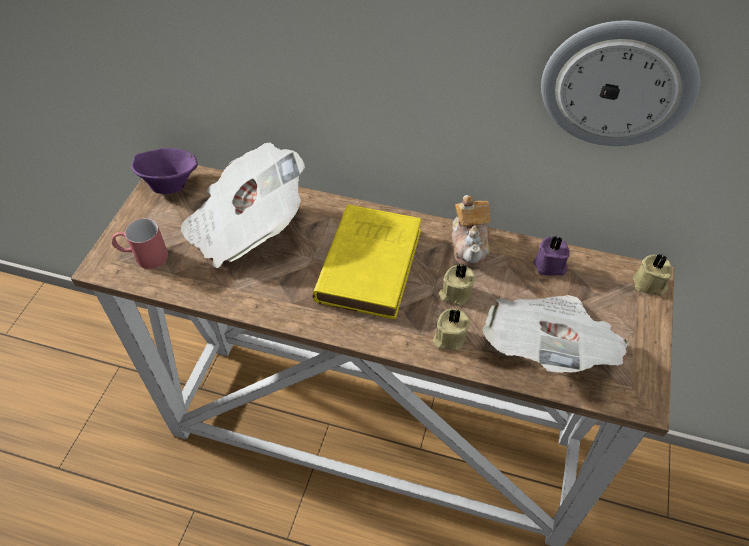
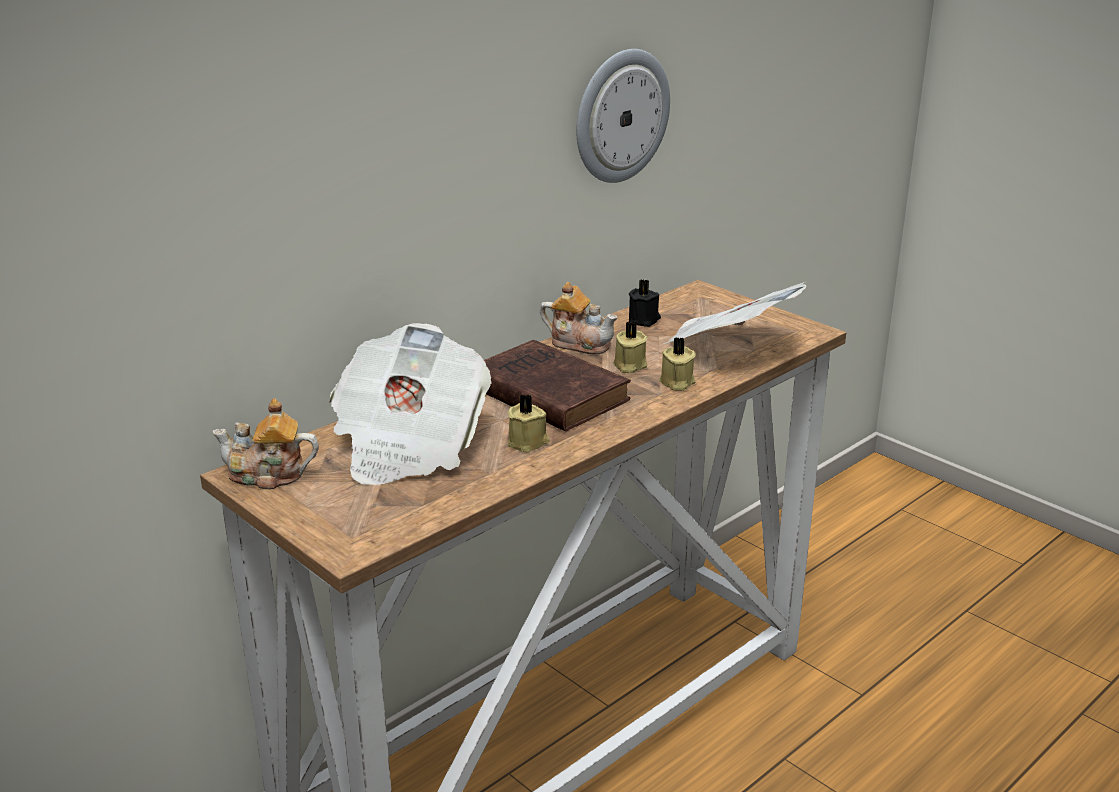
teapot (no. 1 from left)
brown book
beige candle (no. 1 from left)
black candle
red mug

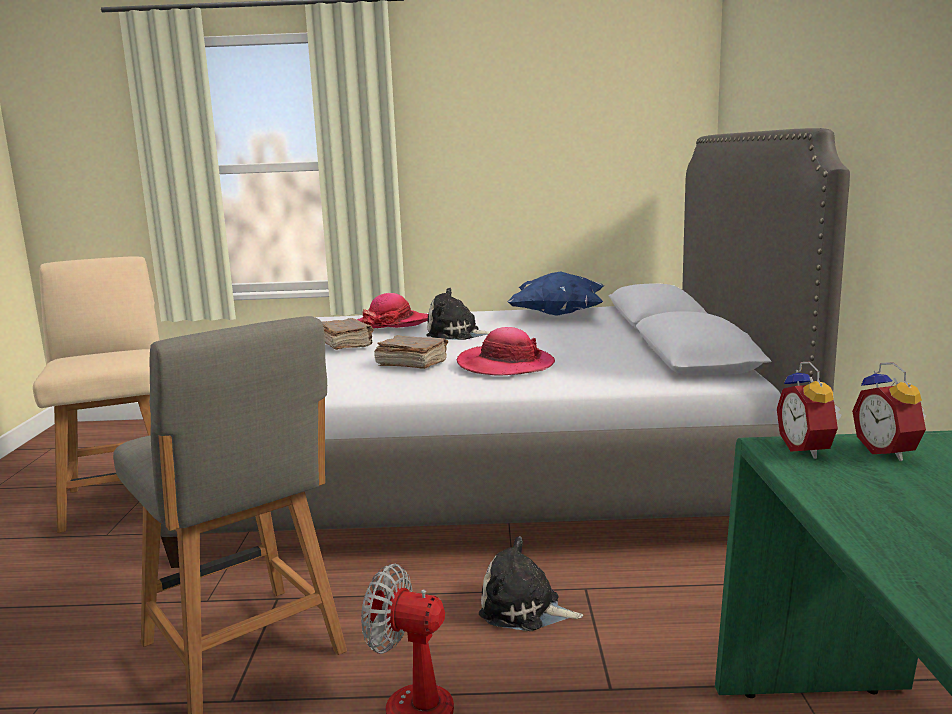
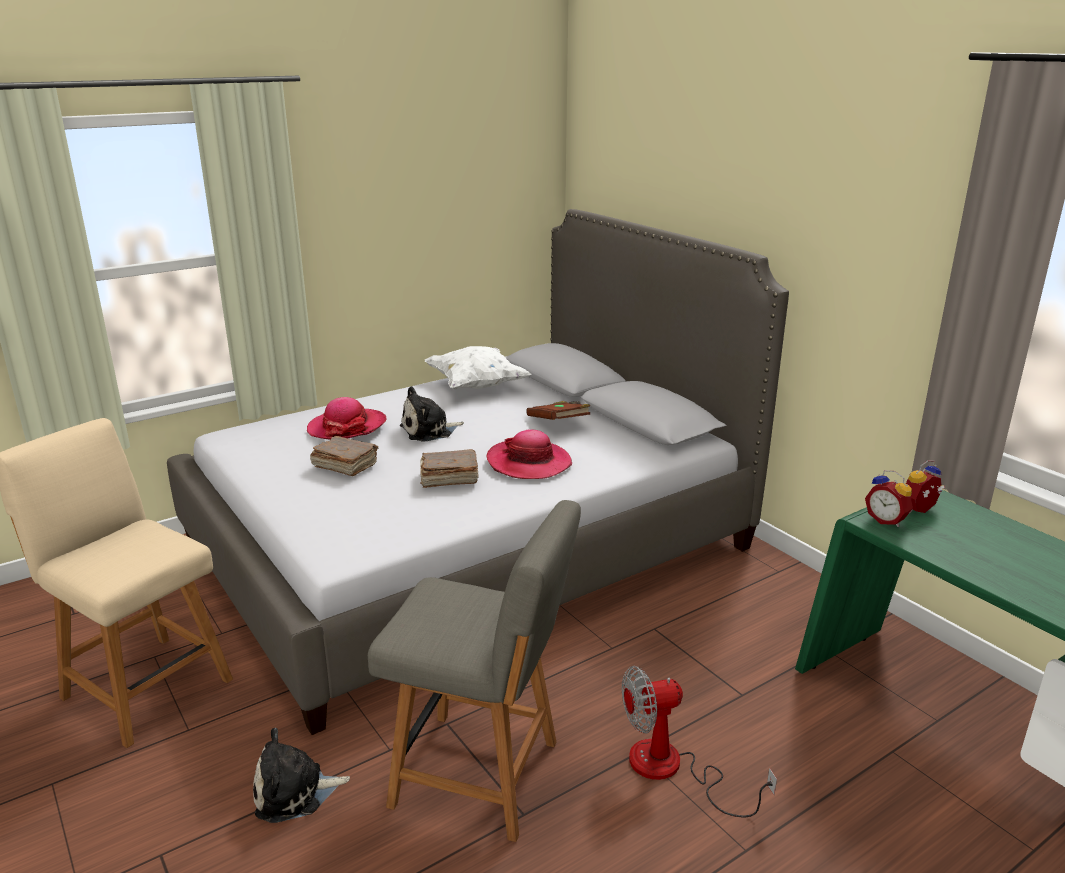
plush toy (no. 1 from left)
white pillow
brown book (no. 3 from left)
alarm clock (no. 2 from left)

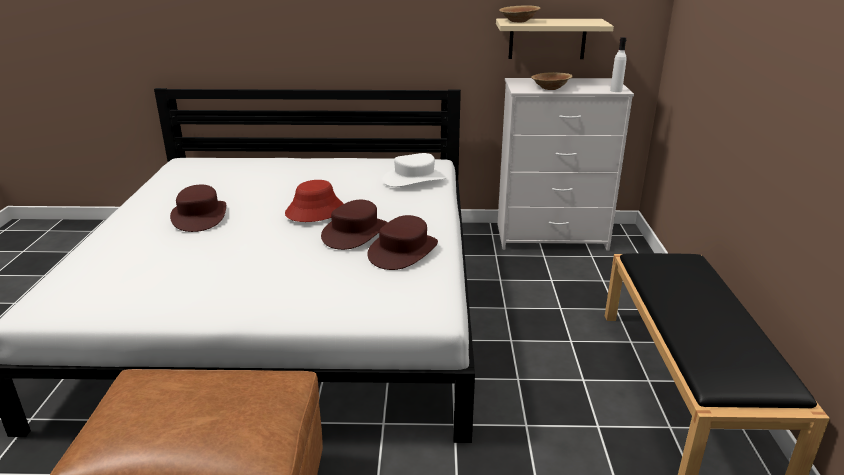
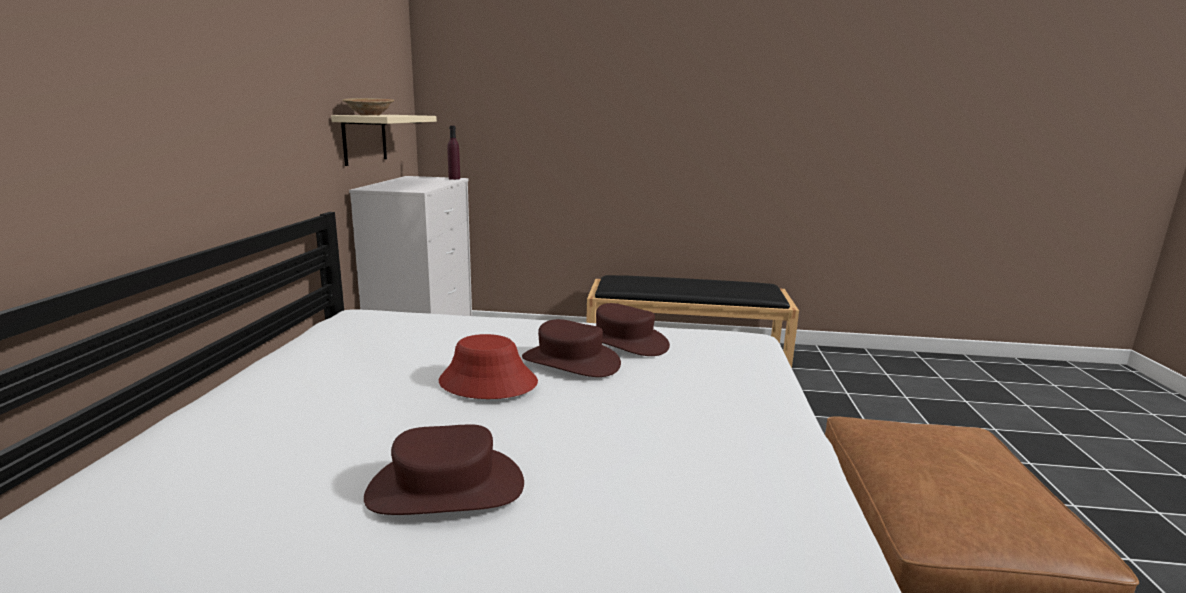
purple bottle
white hat
brown bowl (no. 2 from left in the first image)

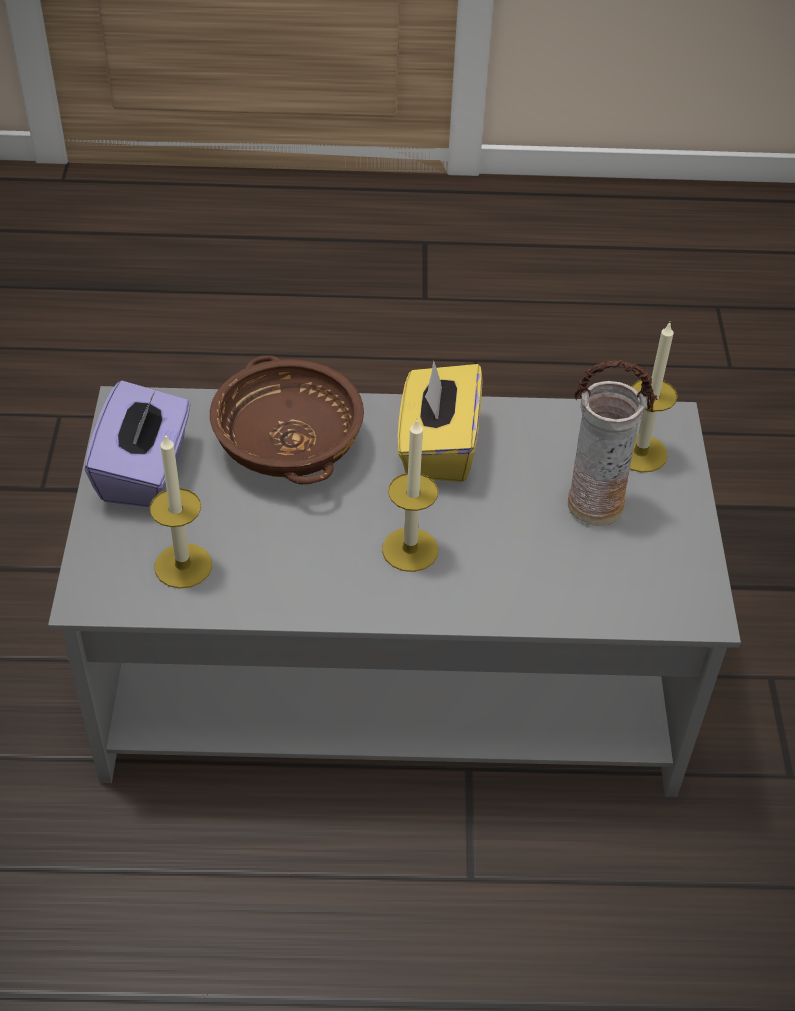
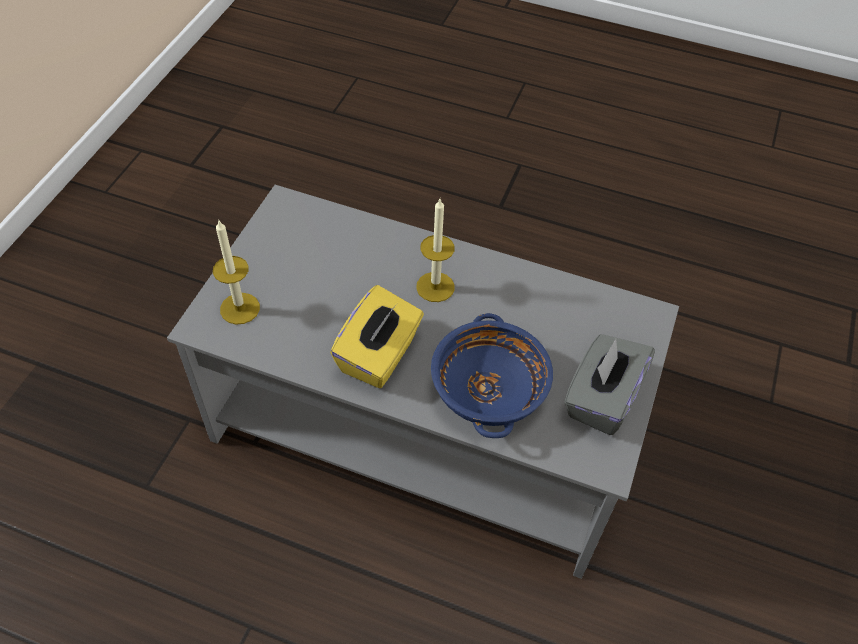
blue bowl
grey tissue box
candle (no. 1 from left in the first image)
vase

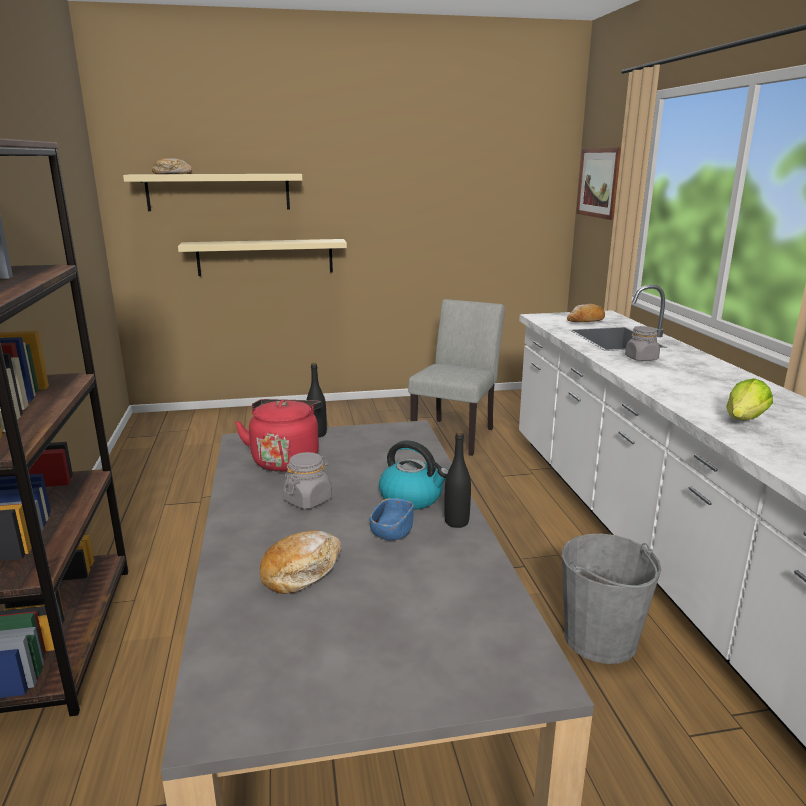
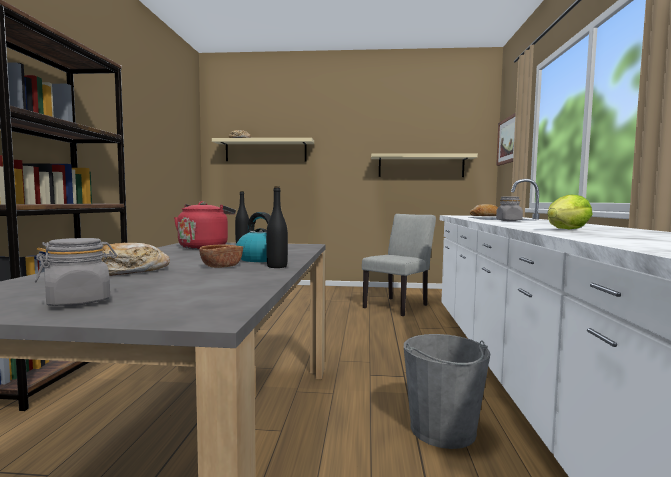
grey jar (no. 1 from left)
brown bowl
beige shelf (no. 2 from left)

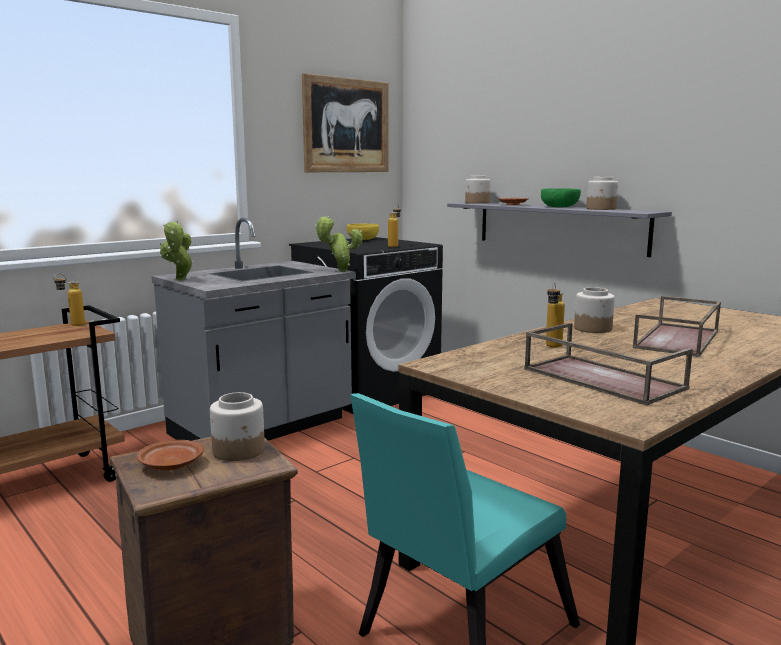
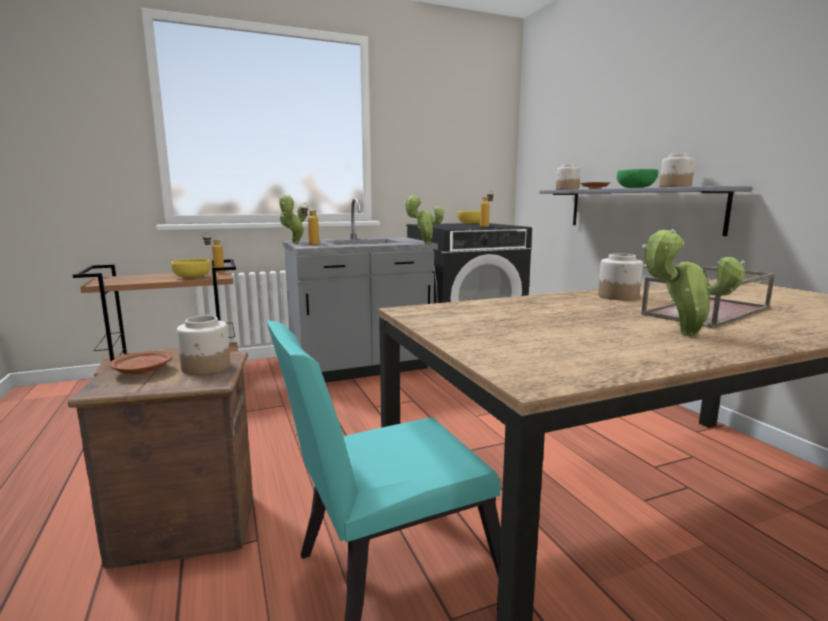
yellow bowl (no. 1 from left)
bottle (no. 2 from left)
potted plant (no. 3 from left)
picture
brown tray (no. 1 from left in the first image)

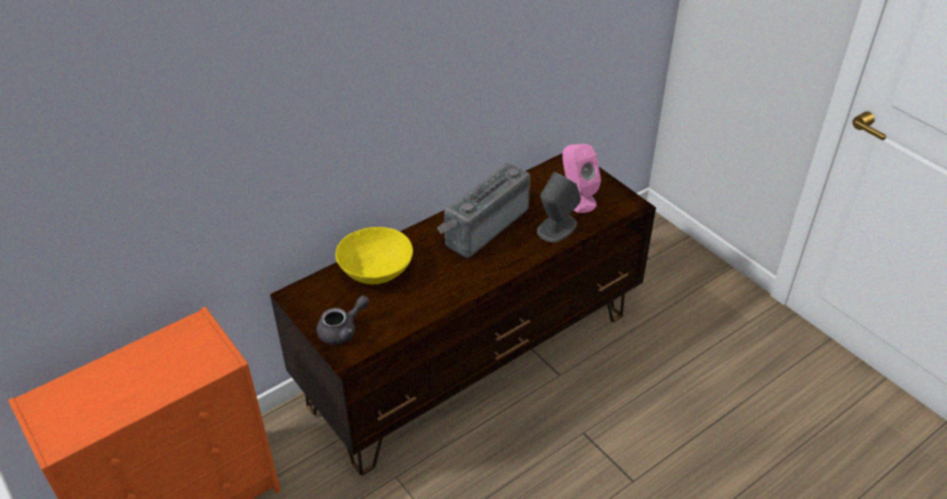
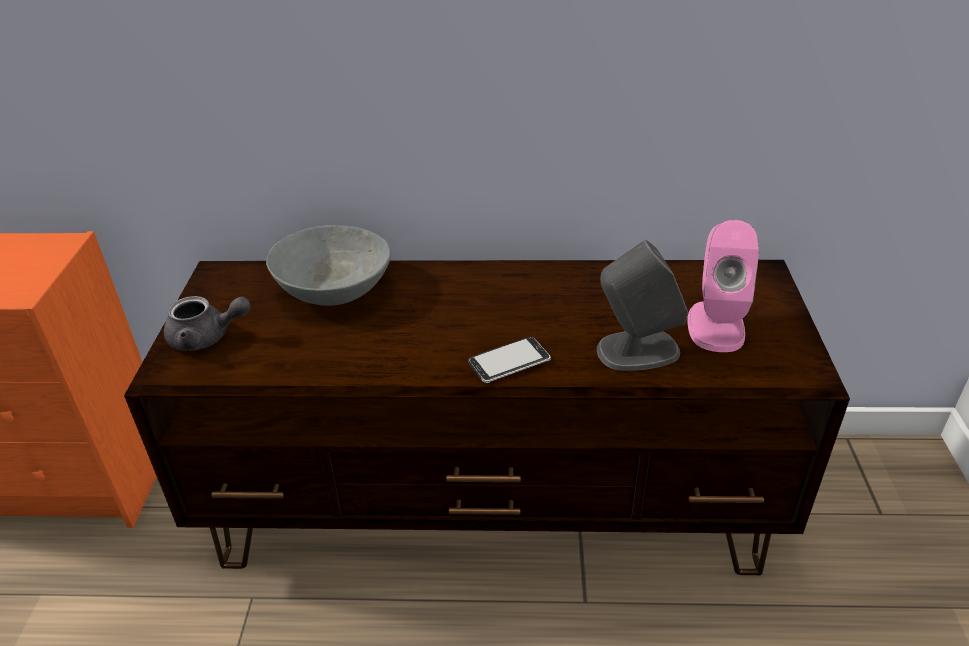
grey bowl
phone
radio

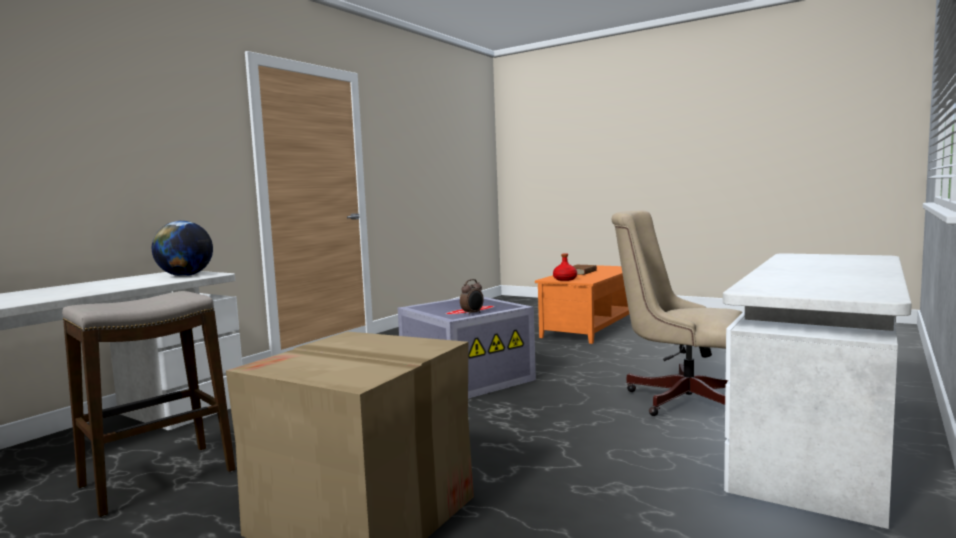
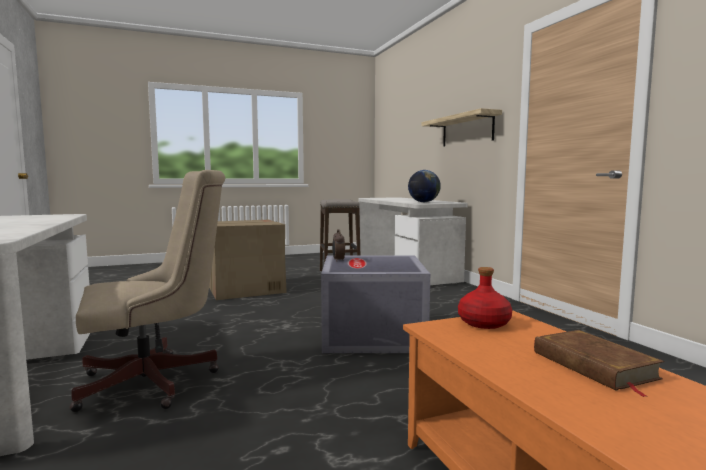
shelf

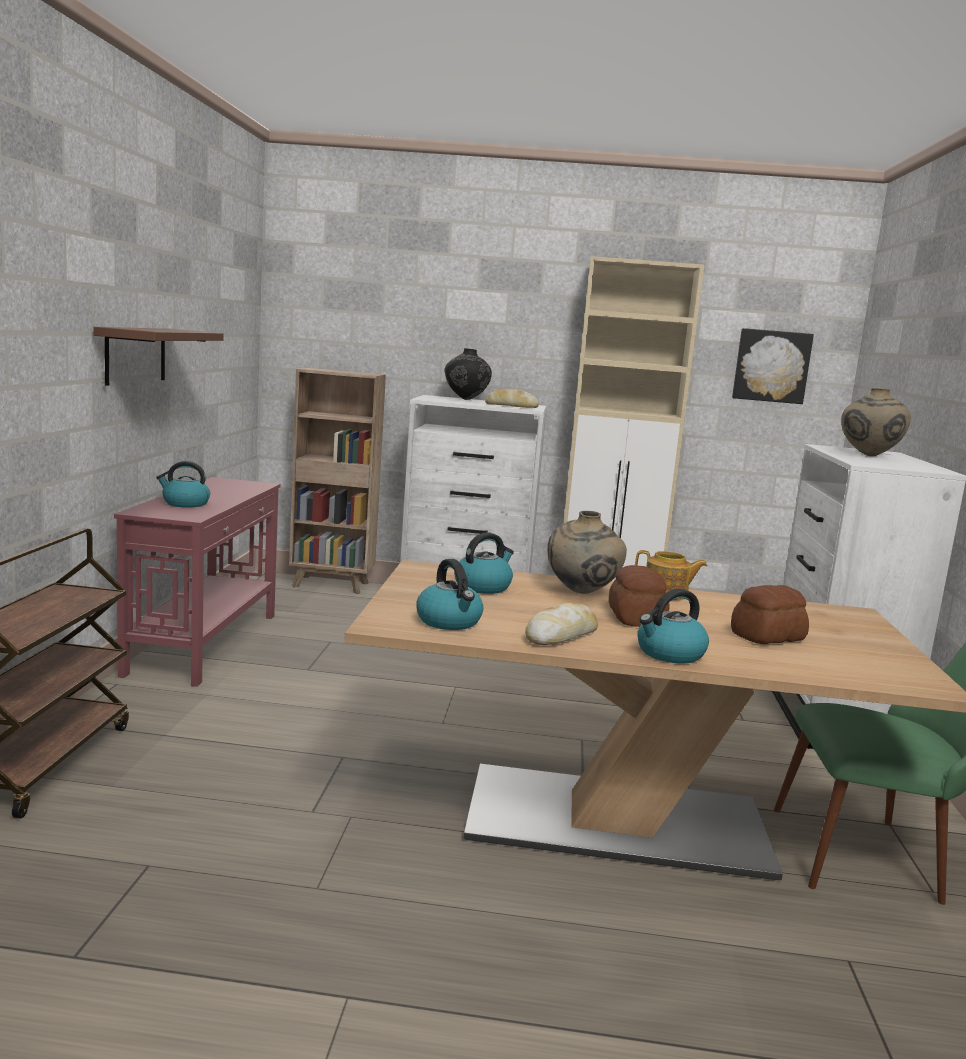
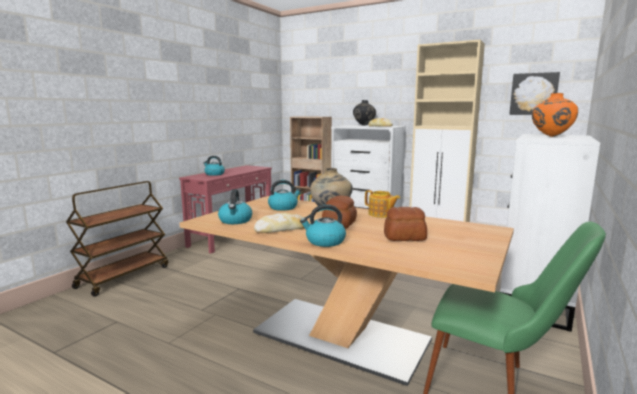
orange vase
brown shelf

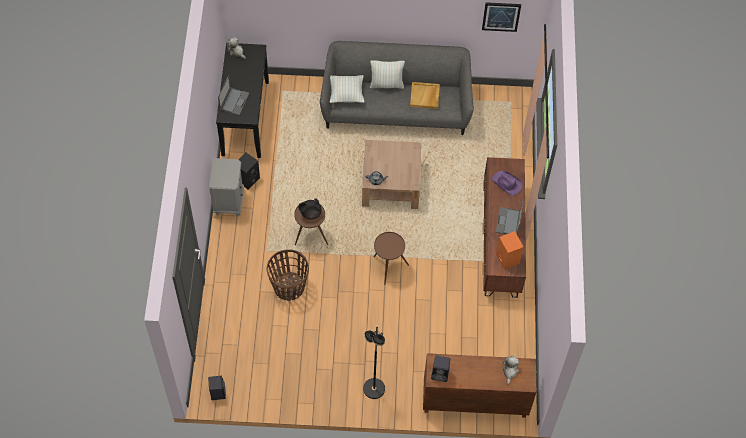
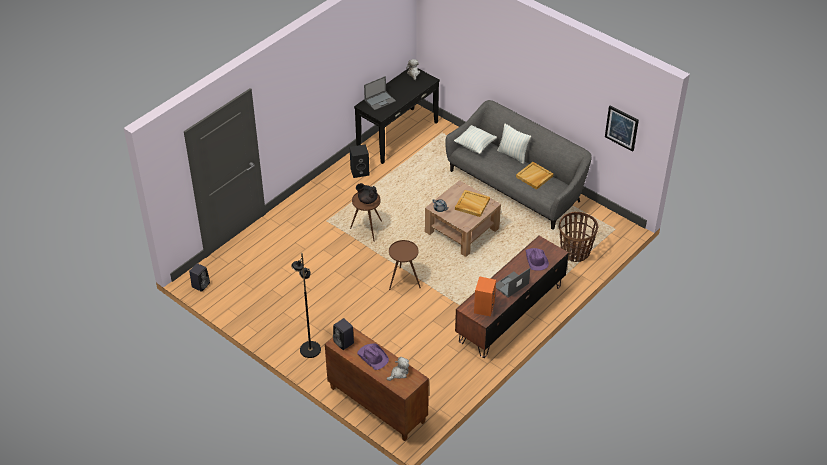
purple hat (no. 1 from left)
beige tray (no. 1 from left)
basket
grey nightstand

